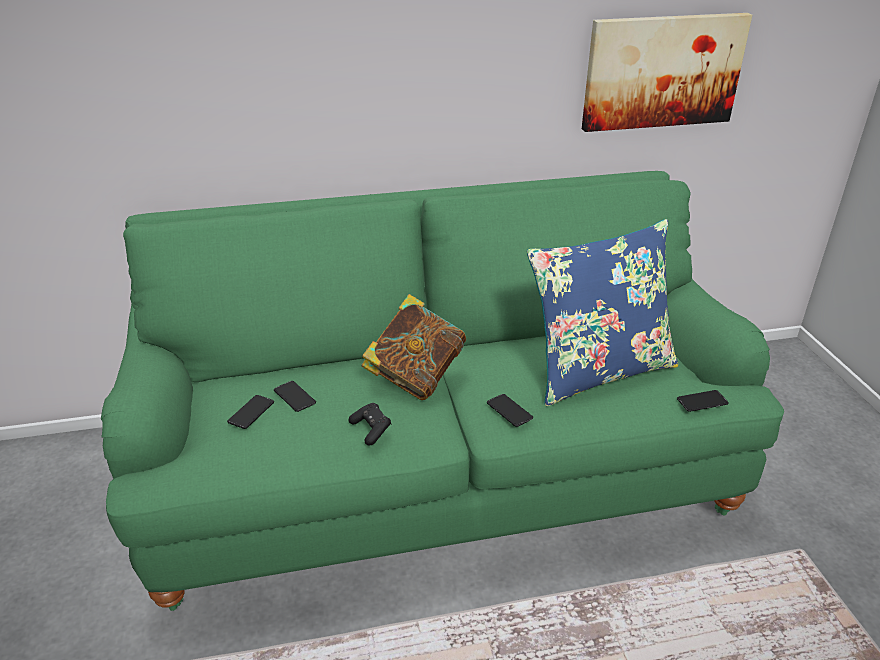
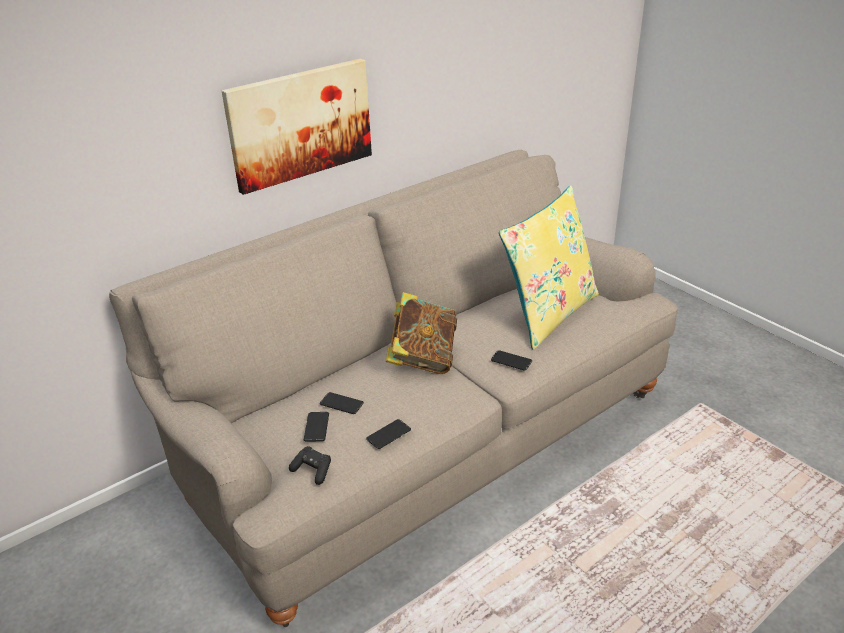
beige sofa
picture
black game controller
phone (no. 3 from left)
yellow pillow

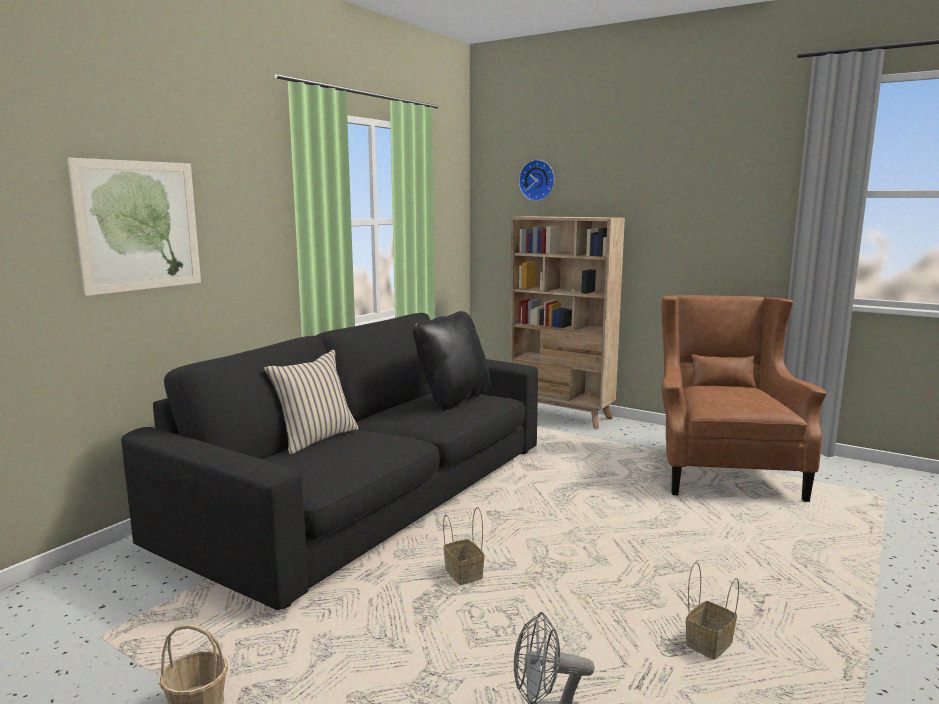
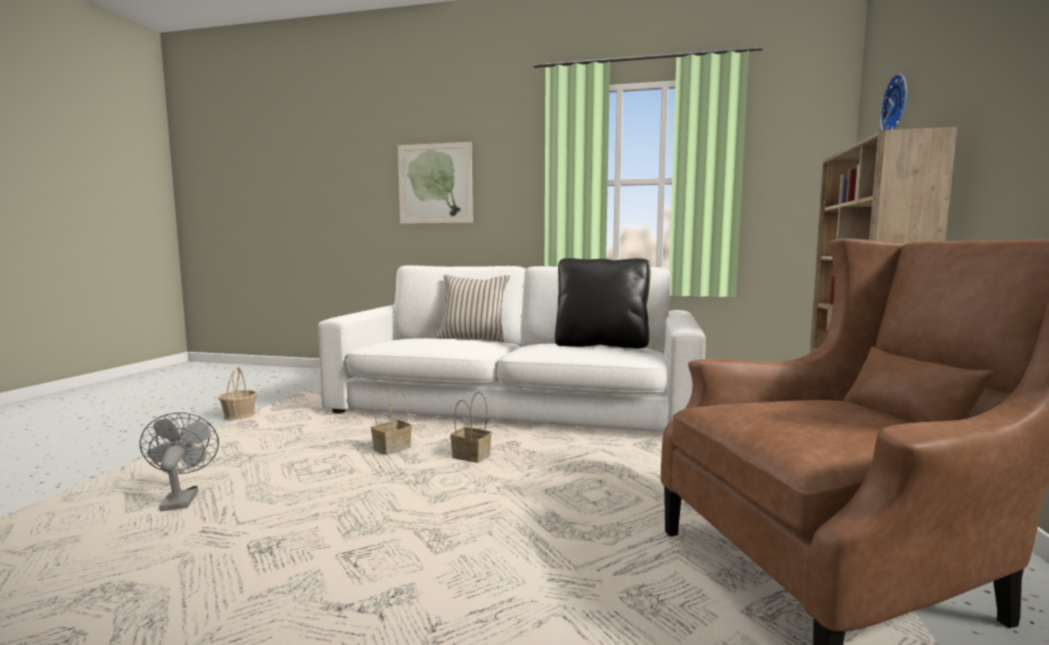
white sofa
basket (no. 3 from left)

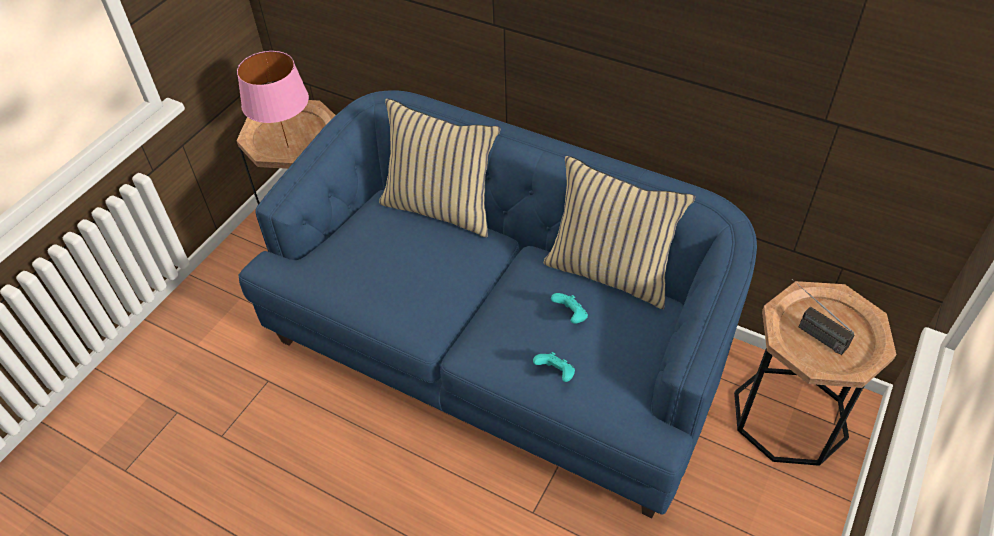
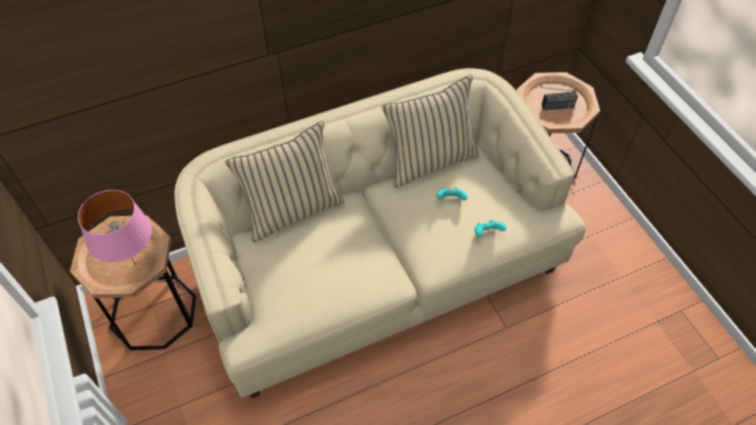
beige sofa

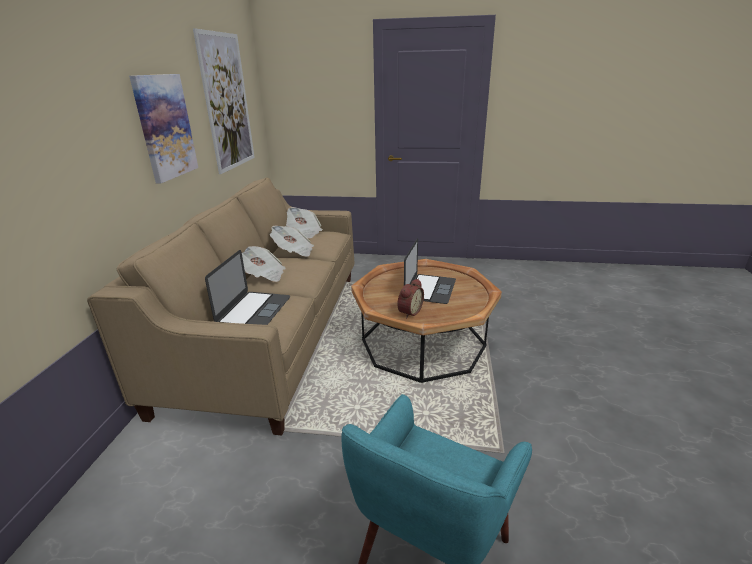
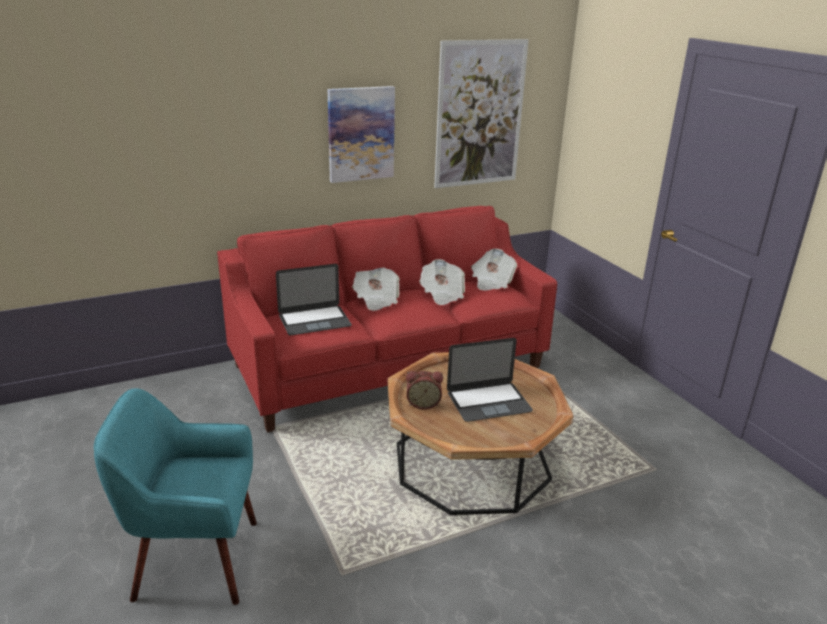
red sofa

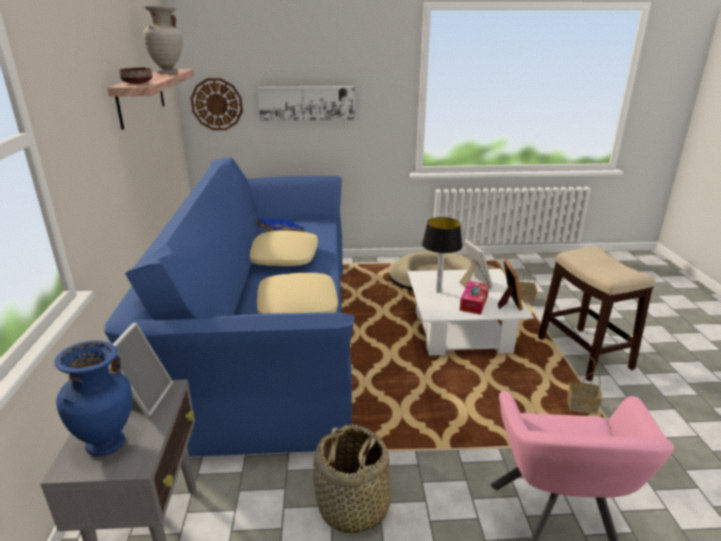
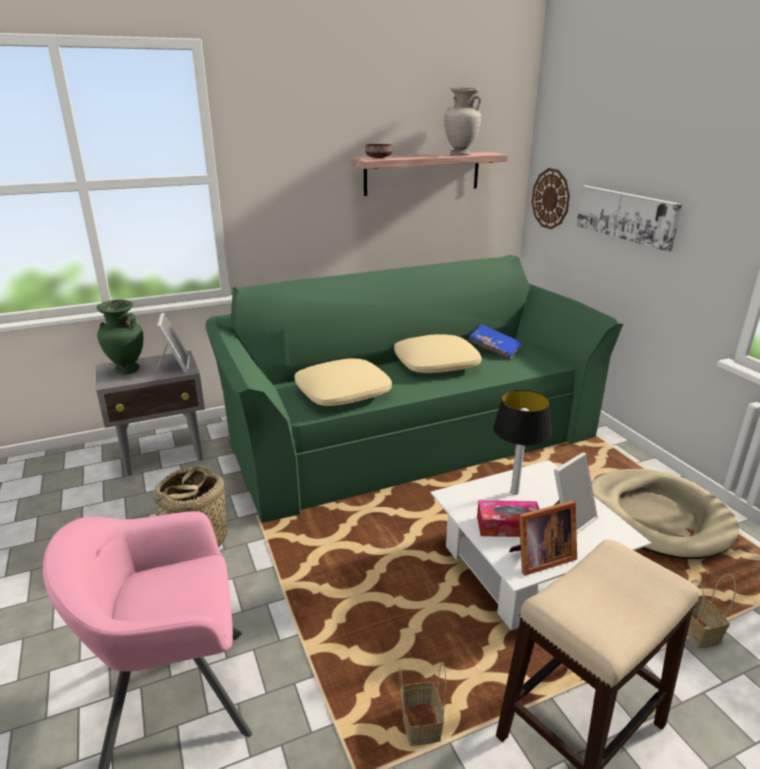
green vase
picture frame (no. 1 from left)
green sofa

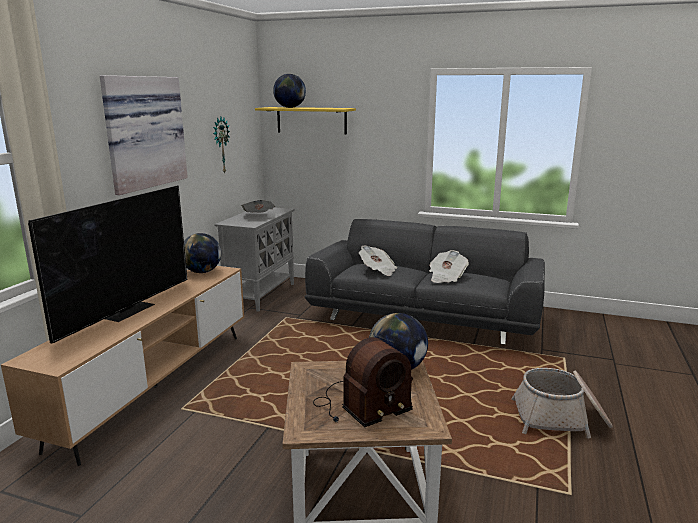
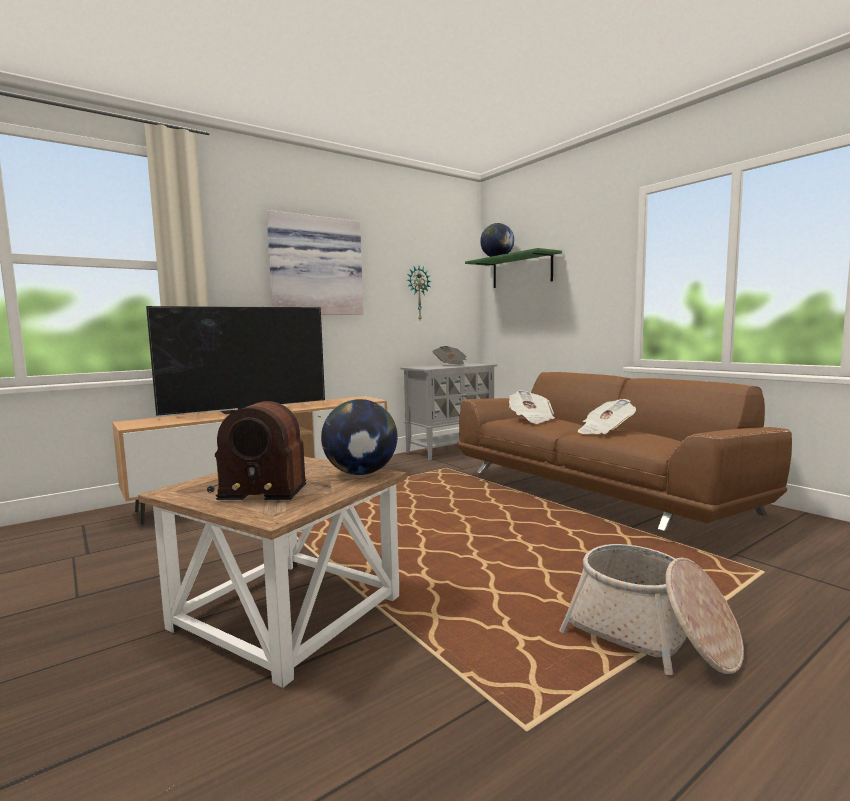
brown sofa
green shelf
globe (no. 1 from left in the first image)

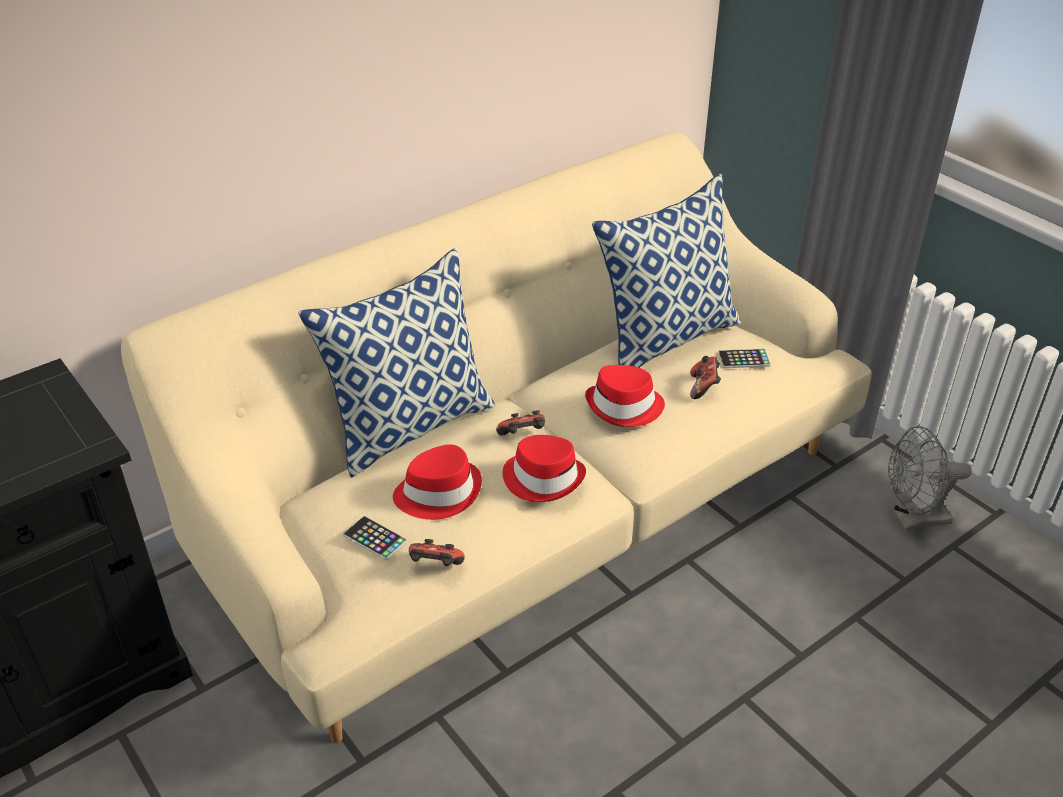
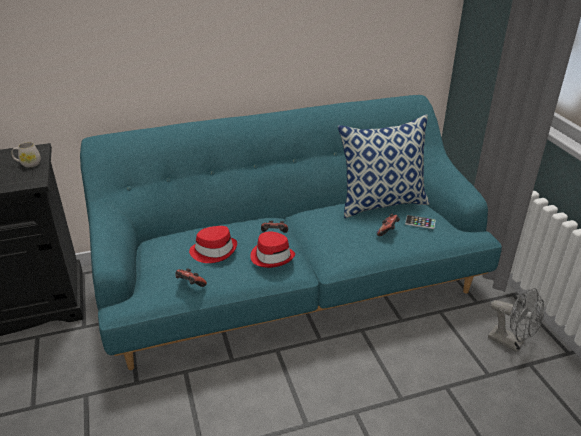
white mug
turquoise sofa
grey fan
pillow (no. 1 from left in the first image)
phone (no. 1 from left in the first image)
red hat (no. 3 from left in the first image)

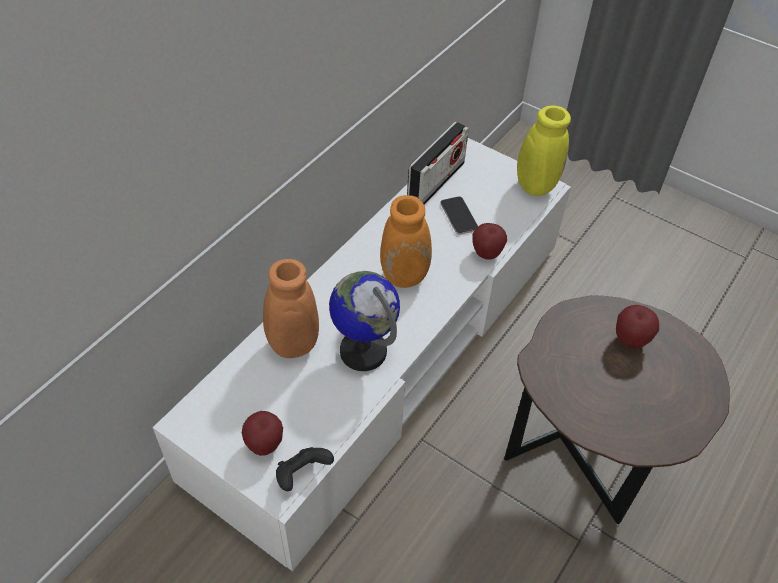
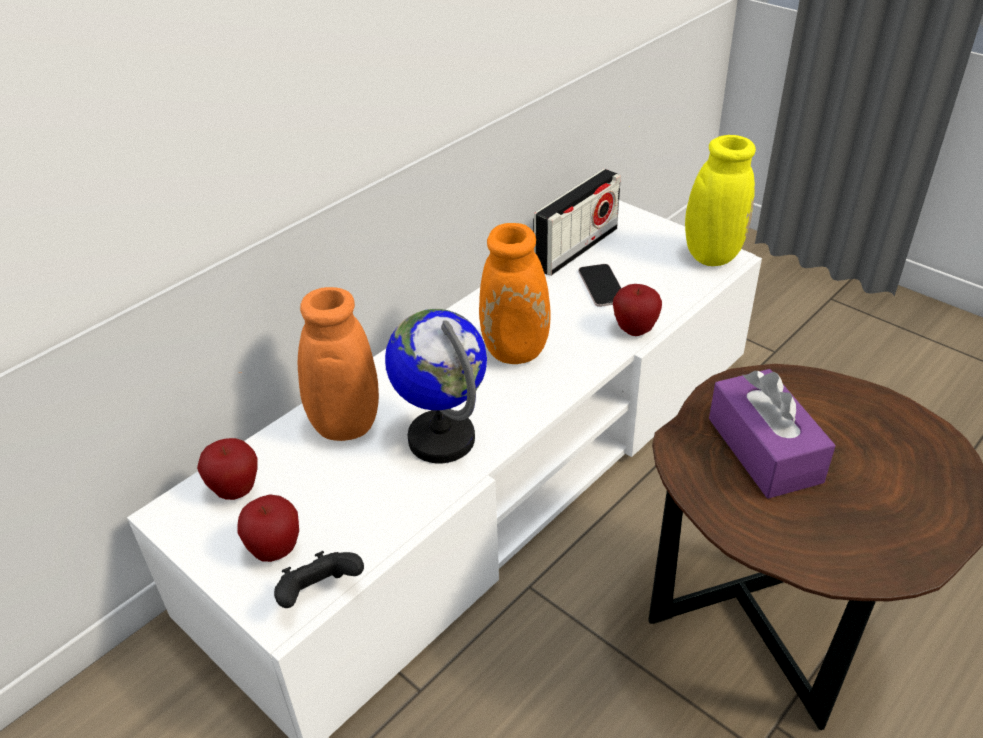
apple (no. 1 from left)
purple tissue box

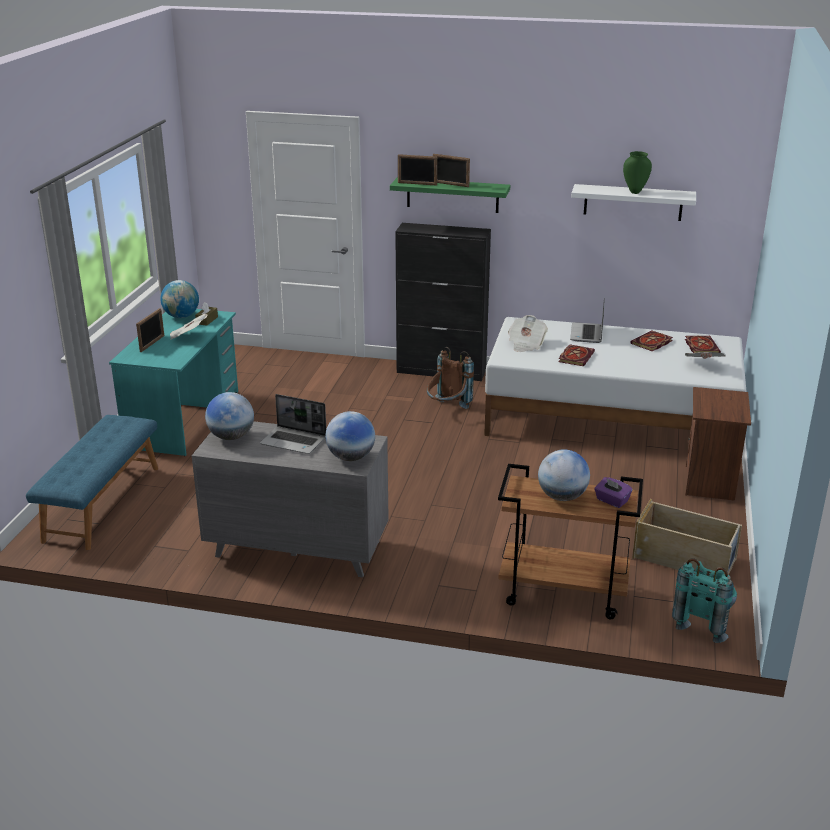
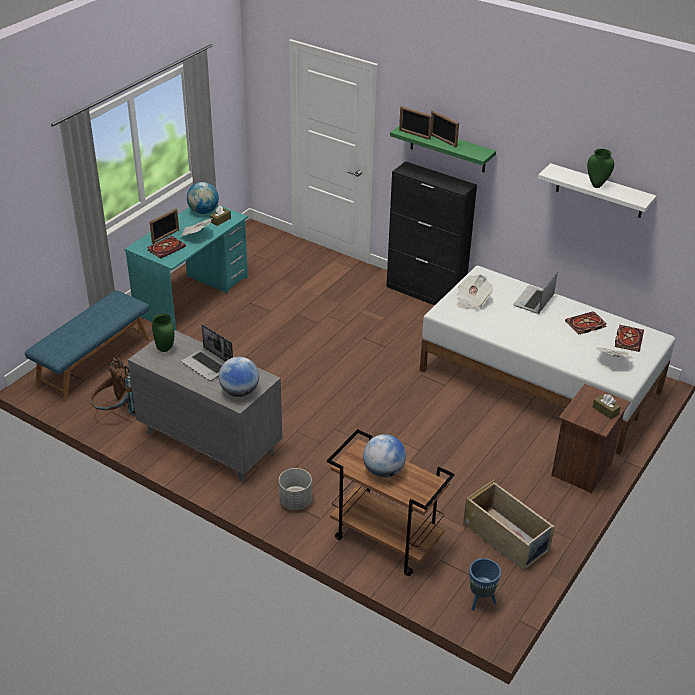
brown backpack
book (no. 1 from left)
green vase (no. 1 from left)
grey planter
blue planter
brown tissue box (no. 2 from left)
purple tissue box

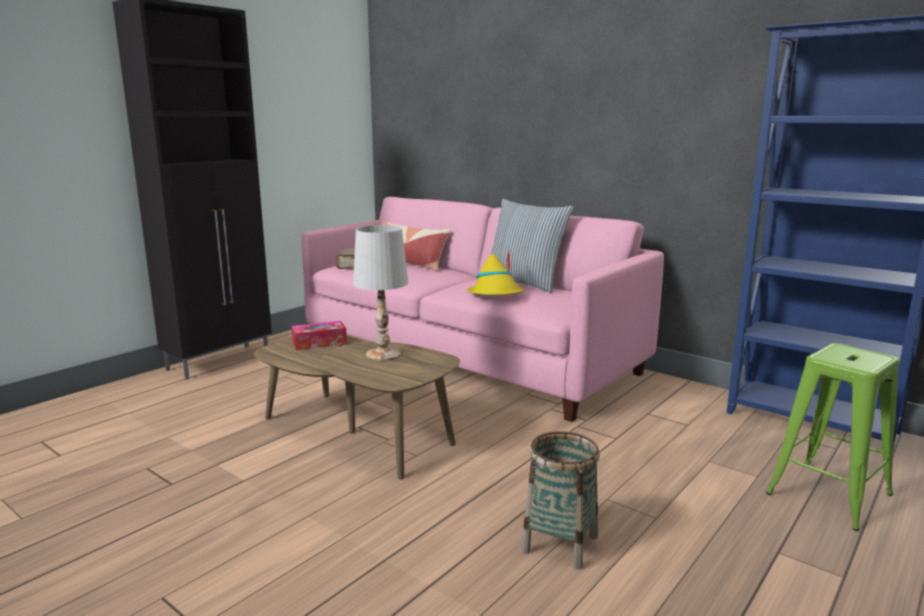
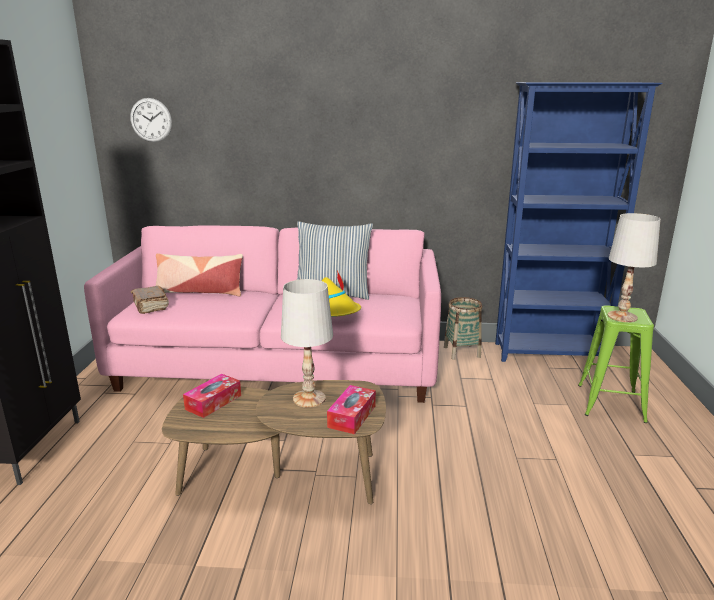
wall clock
tissue box (no. 2 from left)
basket
white table lamp (no. 2 from left)

